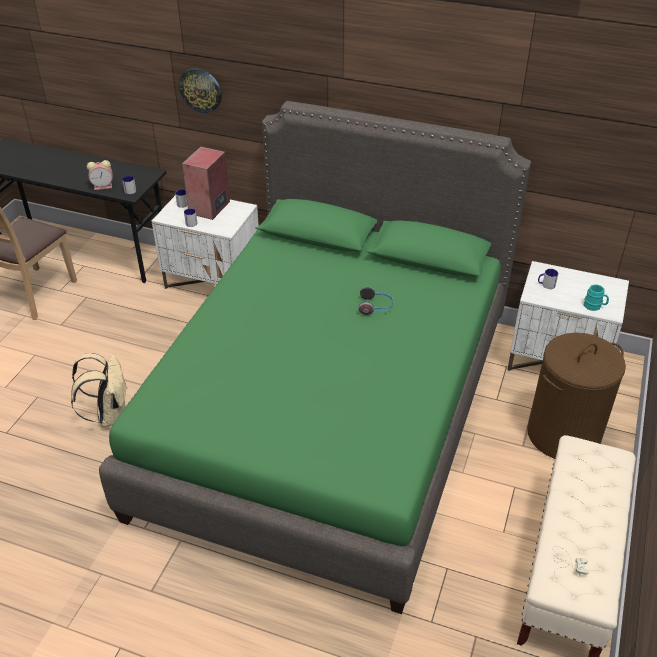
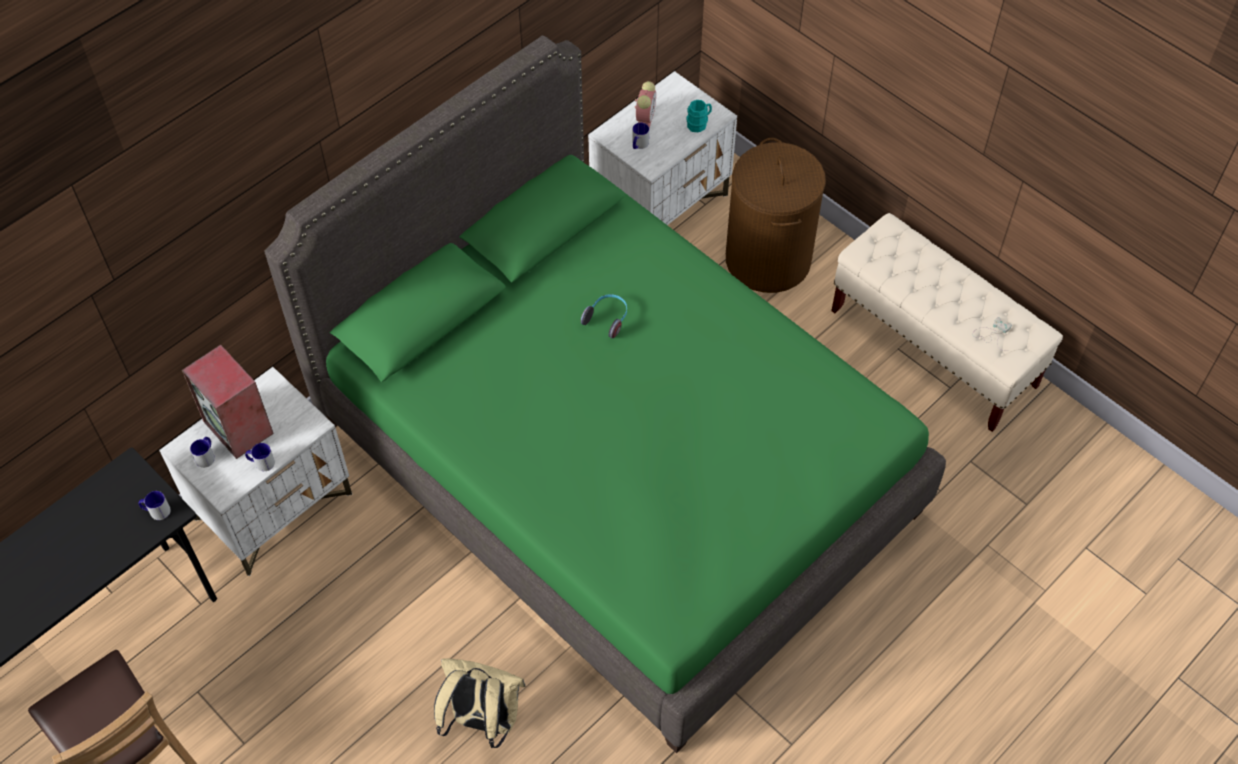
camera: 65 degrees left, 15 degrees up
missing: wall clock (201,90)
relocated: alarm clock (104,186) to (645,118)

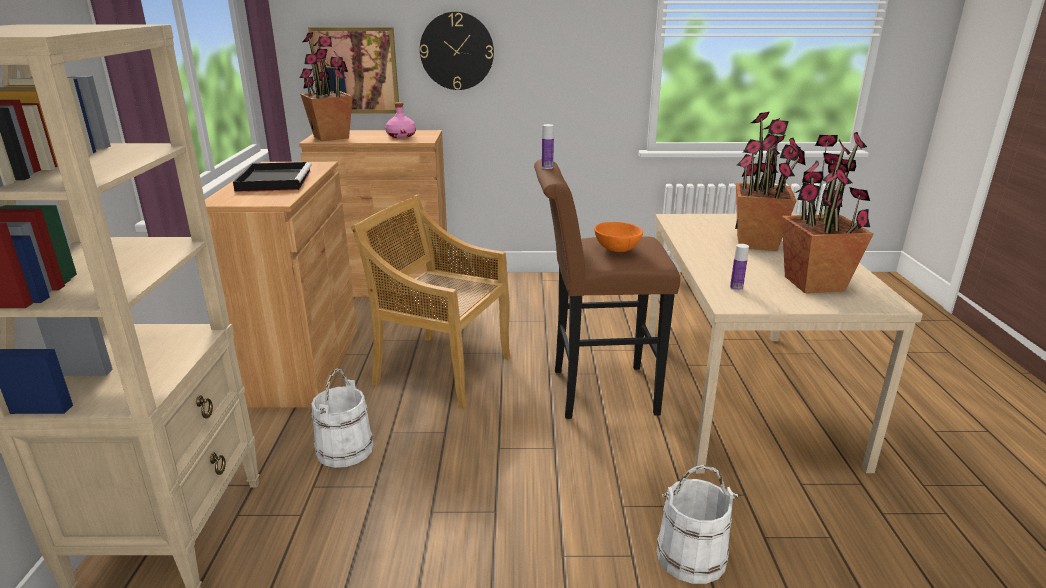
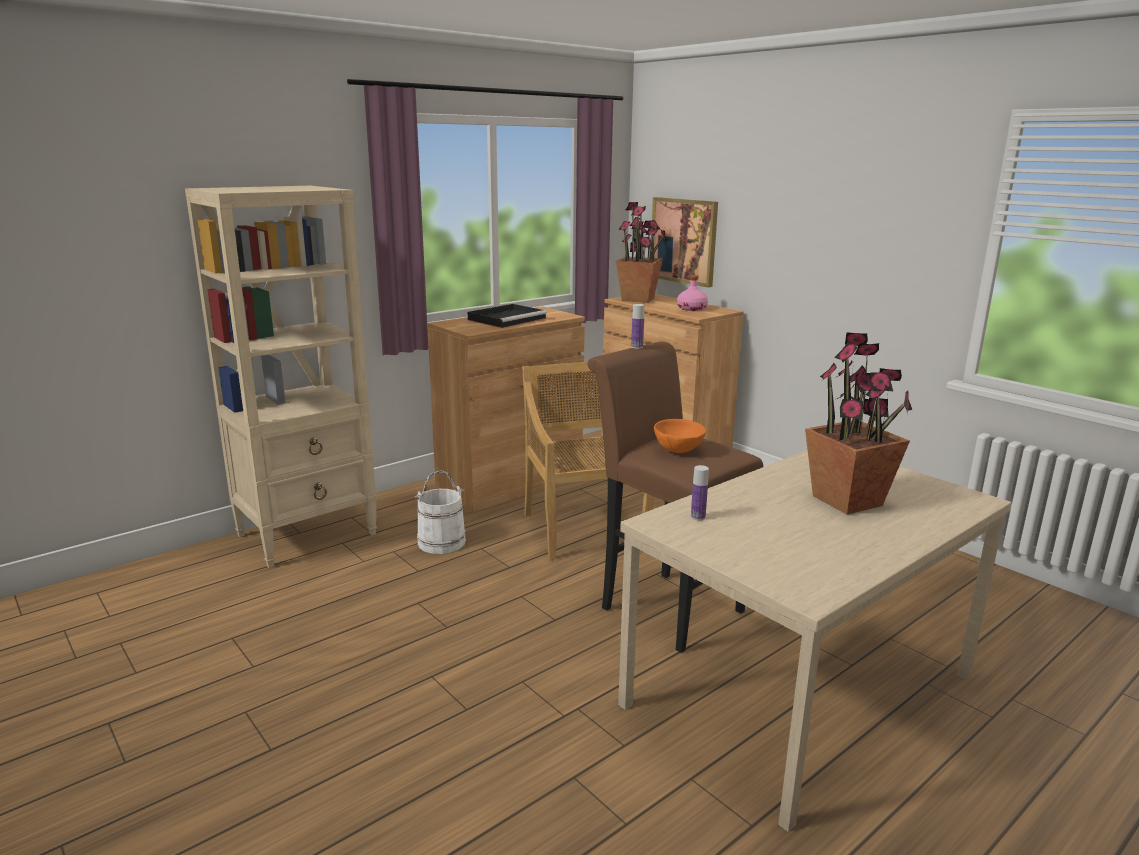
camera: 50 degrees right, 5 degrees down
missing: wall clock (457,51); white-coloured pail (691,556); houseplant (813,284)

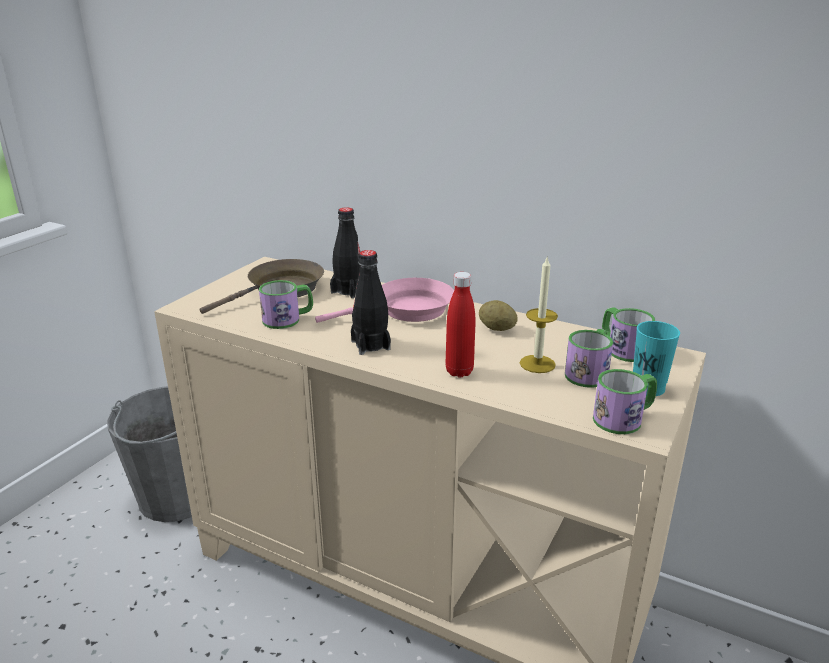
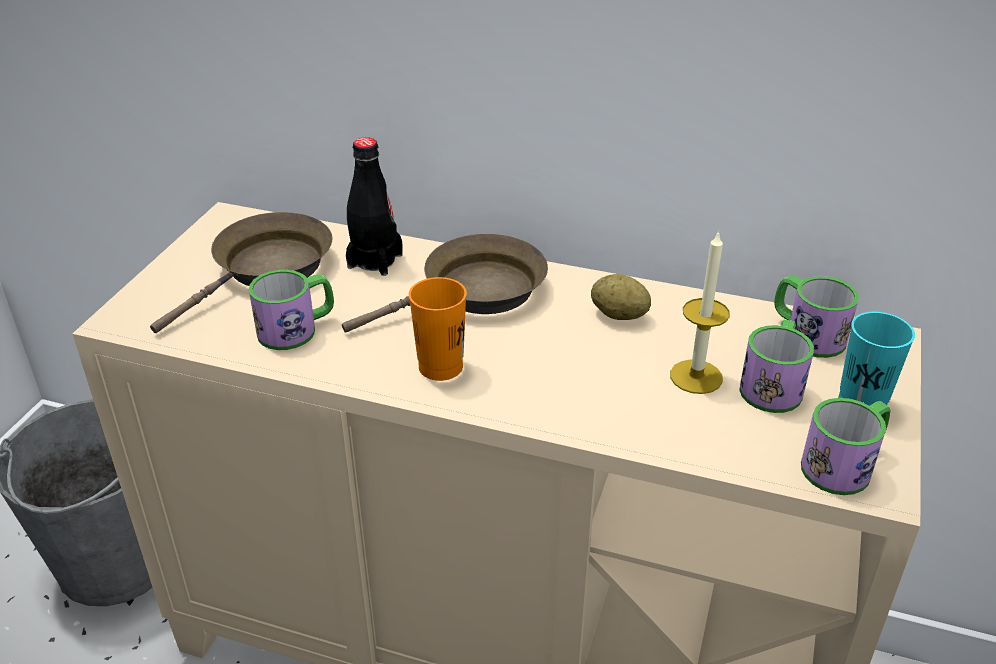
camera: 10 degrees left, 10 degrees up
missing: red drink bottle (459,371)
exchanged: black drink bottle (370,345) to orange small cup (440,367)
colour: pink-coloured skillet (407,310) to brown-coloured skillet (475,292)

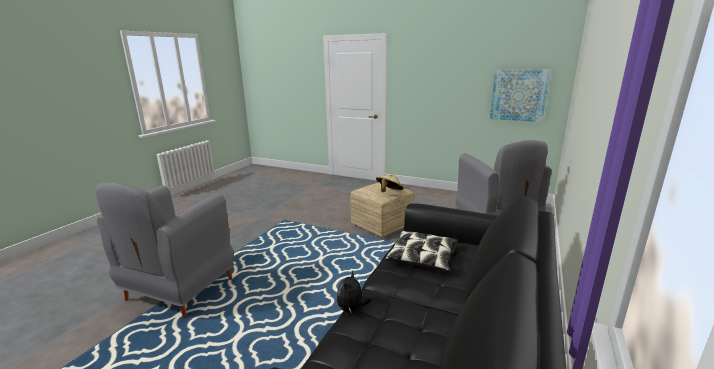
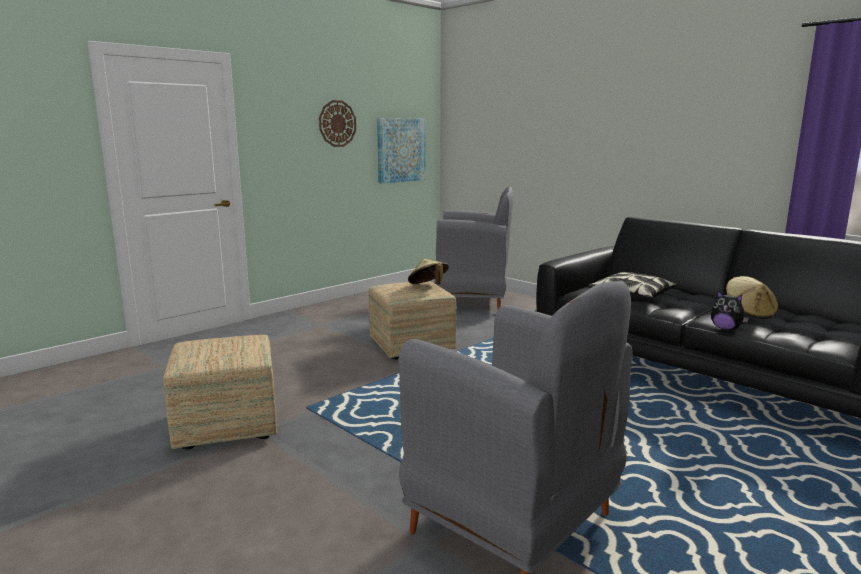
camera: 70 degrees left, 5 degrees down
appeared: footrest (225,426); wall clock (337,123); sand-coloured clothing hat (749,313)

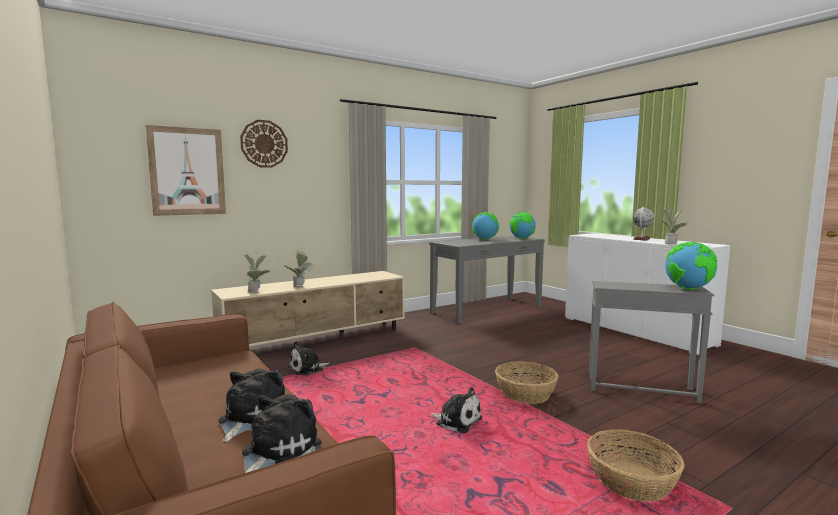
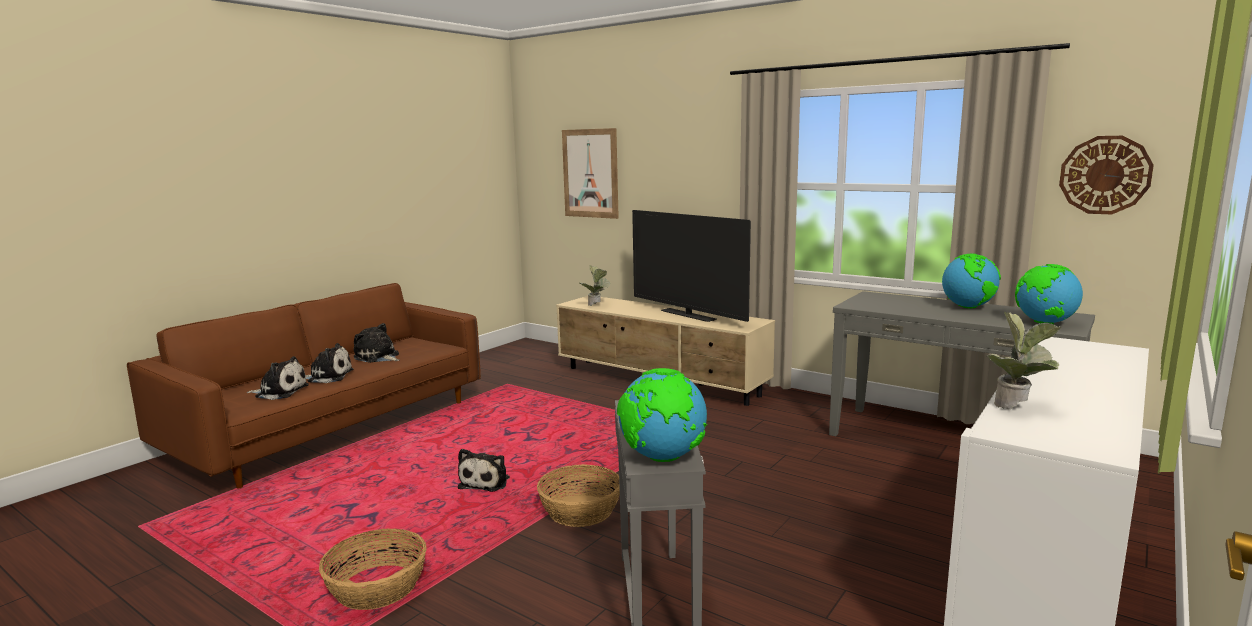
camera: 70 degrees right, 5 degrees up
missing: houseplant (300,286); world globe (641,239)
appeared: television (688,315)
relocated: cuddly toy (308,369) to (378,357); wall clock (264,144) to (1105,175)

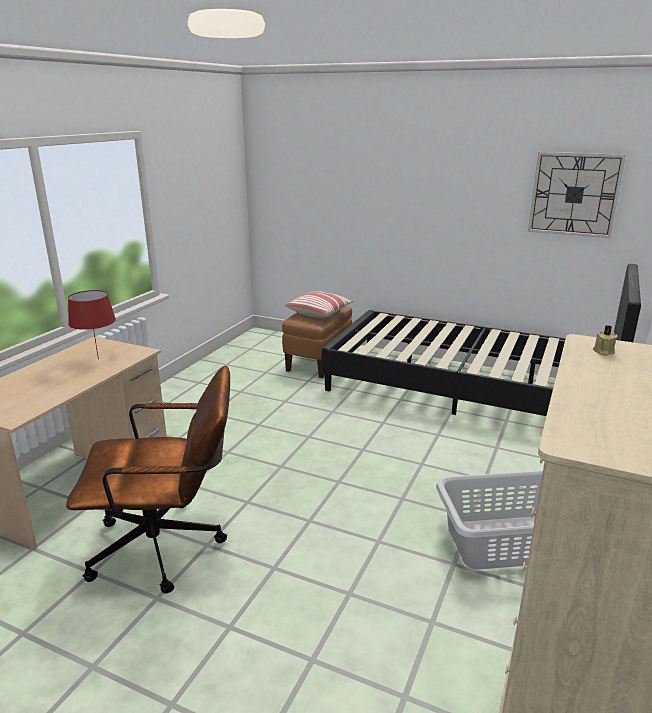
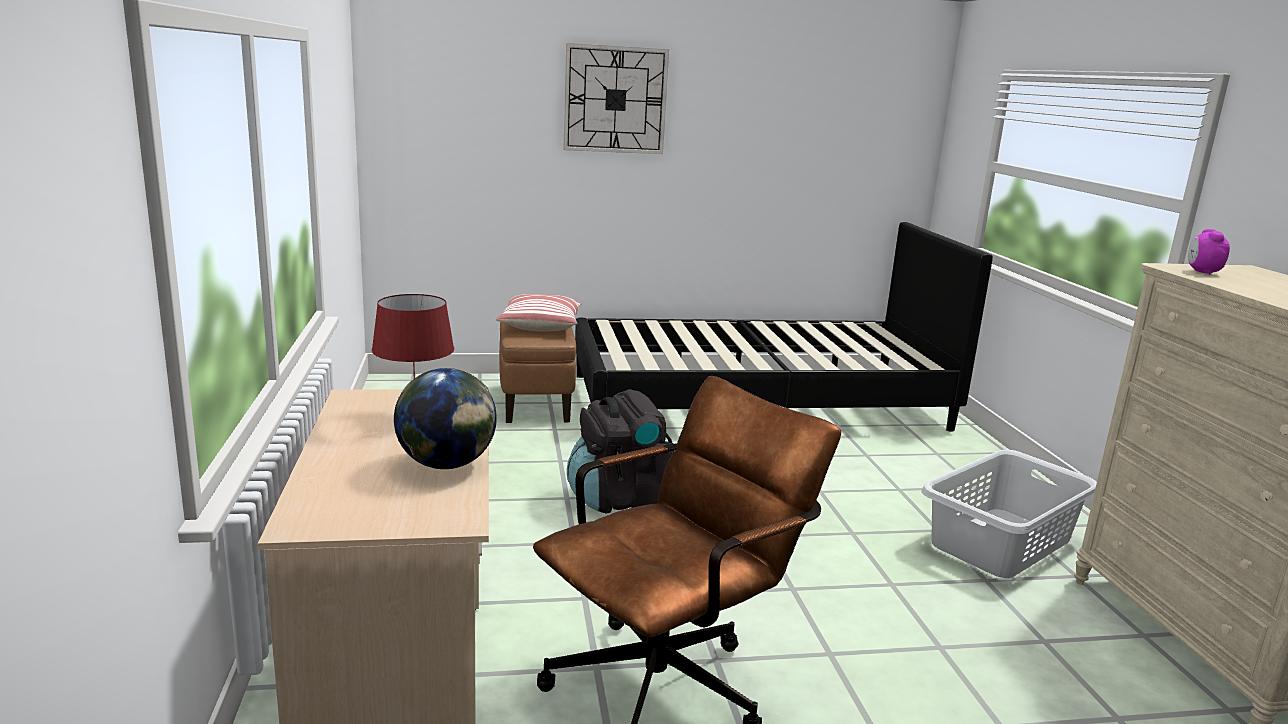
camera: 35 degrees left, 5 degrees down
appeared: world globe (446,465); black backpack (621,498)
relocated: wall clock (574,194) to (615,100)
exchanged: sand-coloured wax light (603,351) to alarm clock (1202,272)

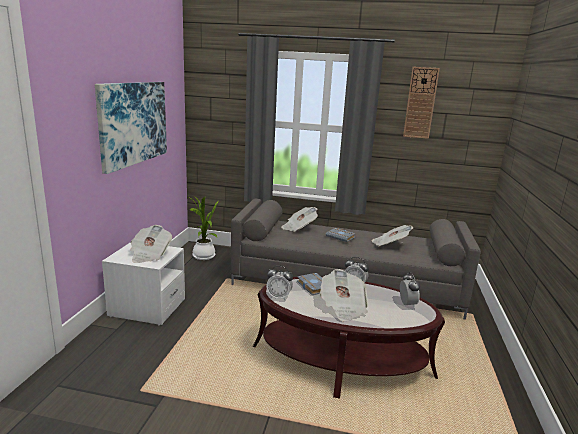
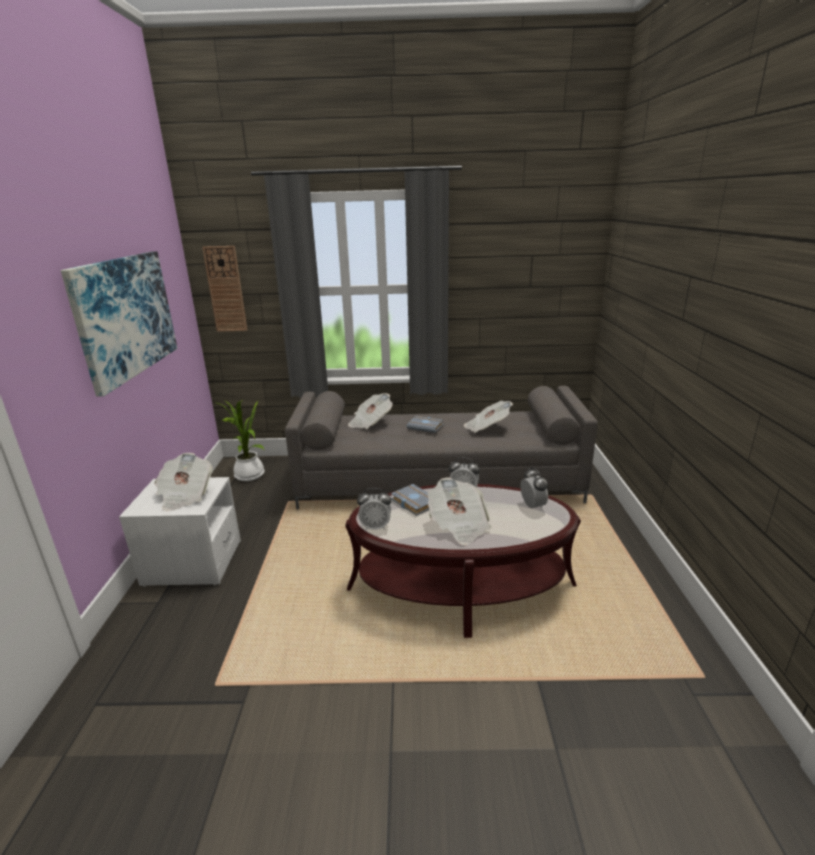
camera: 10 degrees left, 5 degrees up
relocated: wall clock (420,103) to (226,289)

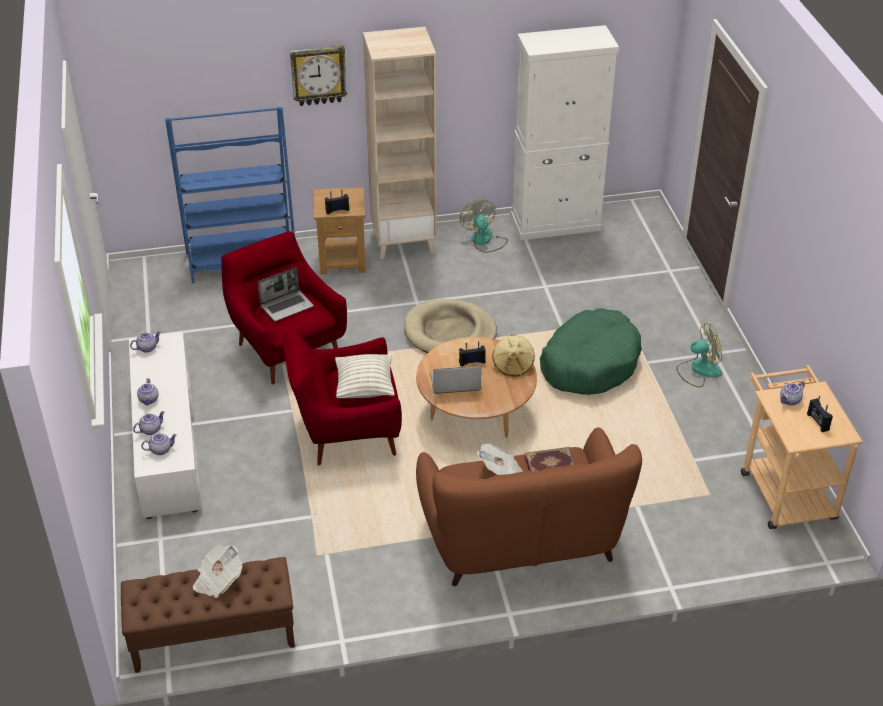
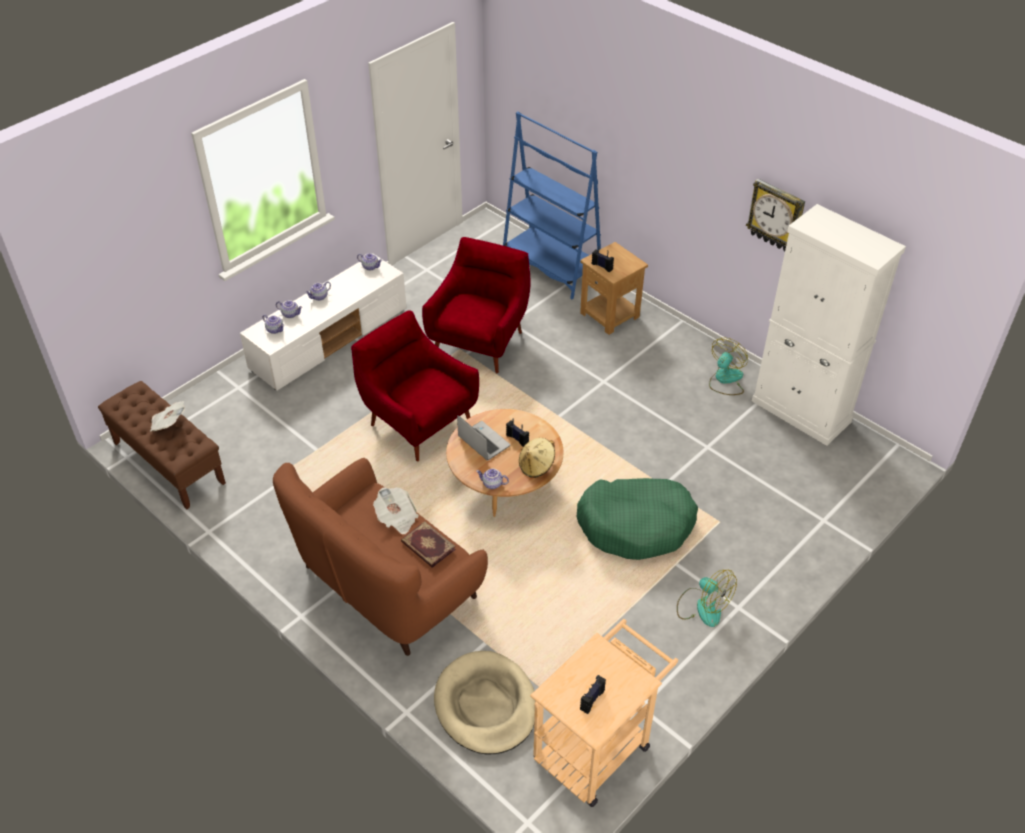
camera: 55 degrees right, 5 degrees up
missing: notebook computer (287,306); throw pillow (365,388); sand-coloured bookcase (404,242)
relocated: sand-coloured pet bed (450,332) to (485,705); teapot (790,401) to (492,484); wall clock (318,75) to (776,216)

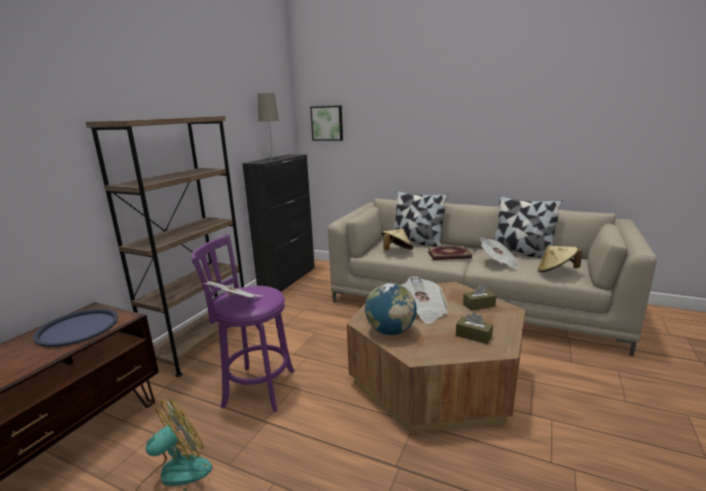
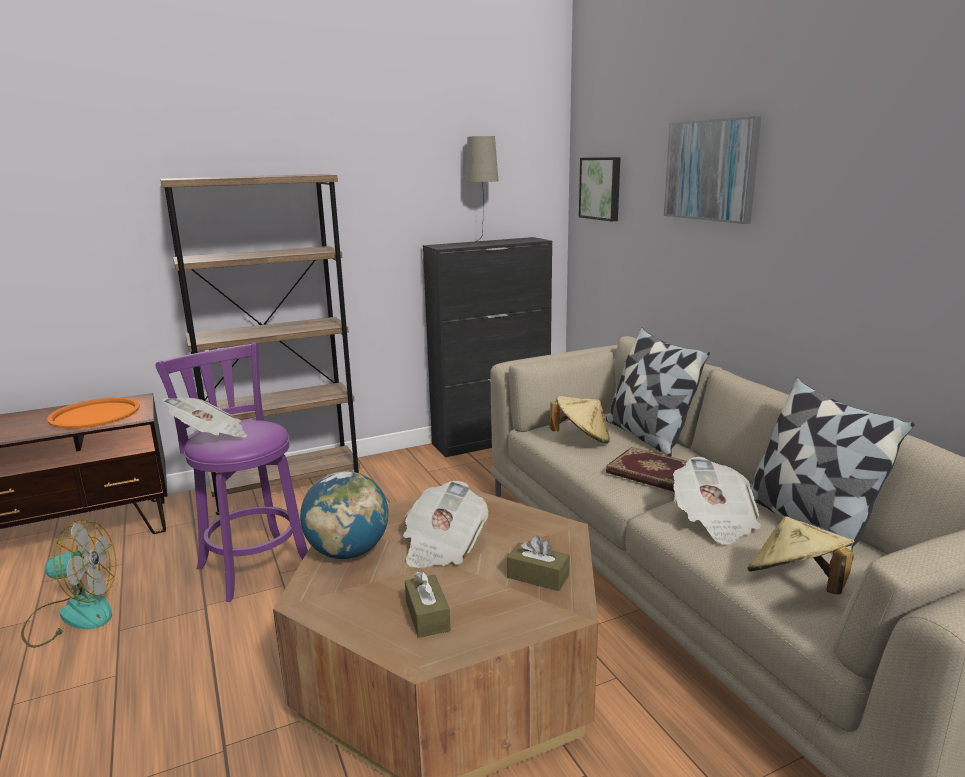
camera: 40 degrees right, 0 degrees up
appeared: wall art (711,170)
colour: bluish tray (78,328) to orange tray (95,414)

